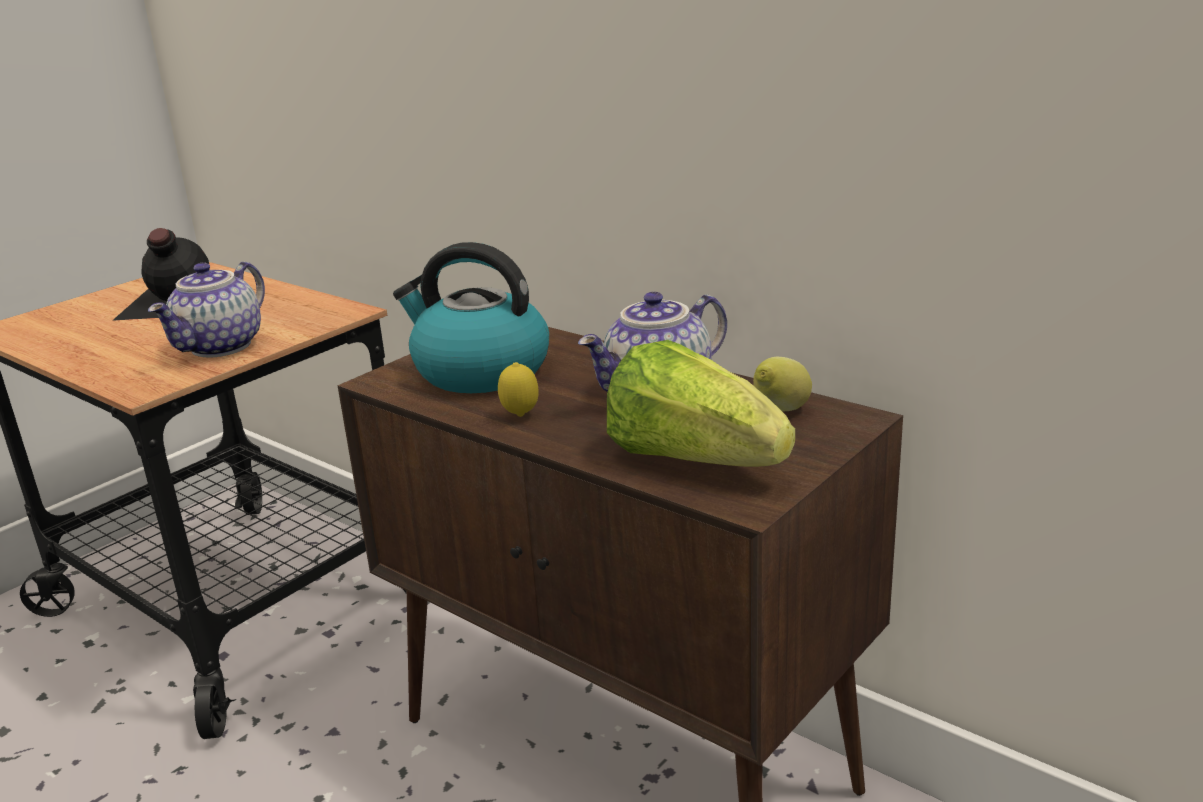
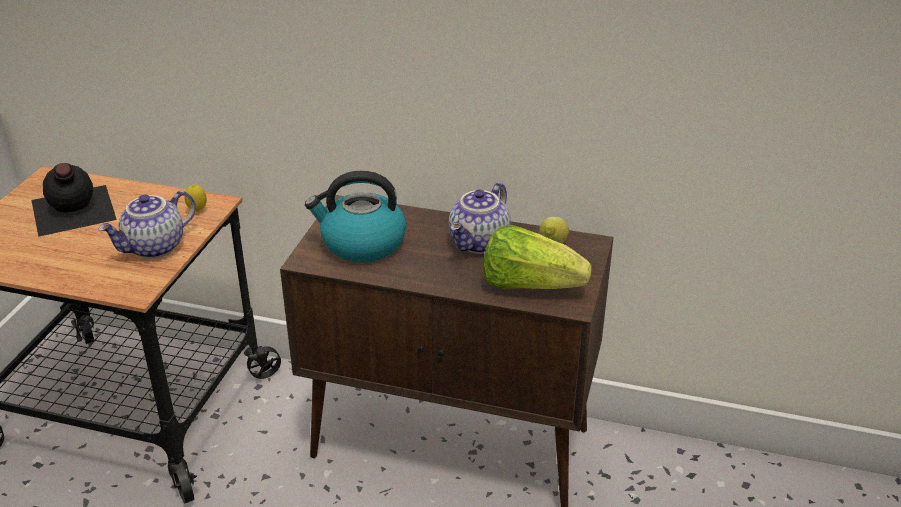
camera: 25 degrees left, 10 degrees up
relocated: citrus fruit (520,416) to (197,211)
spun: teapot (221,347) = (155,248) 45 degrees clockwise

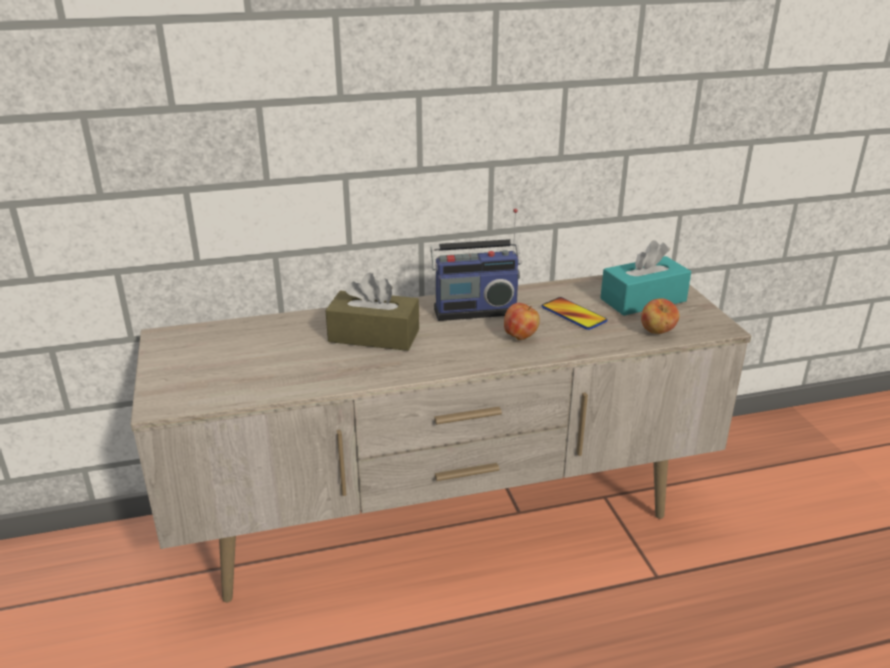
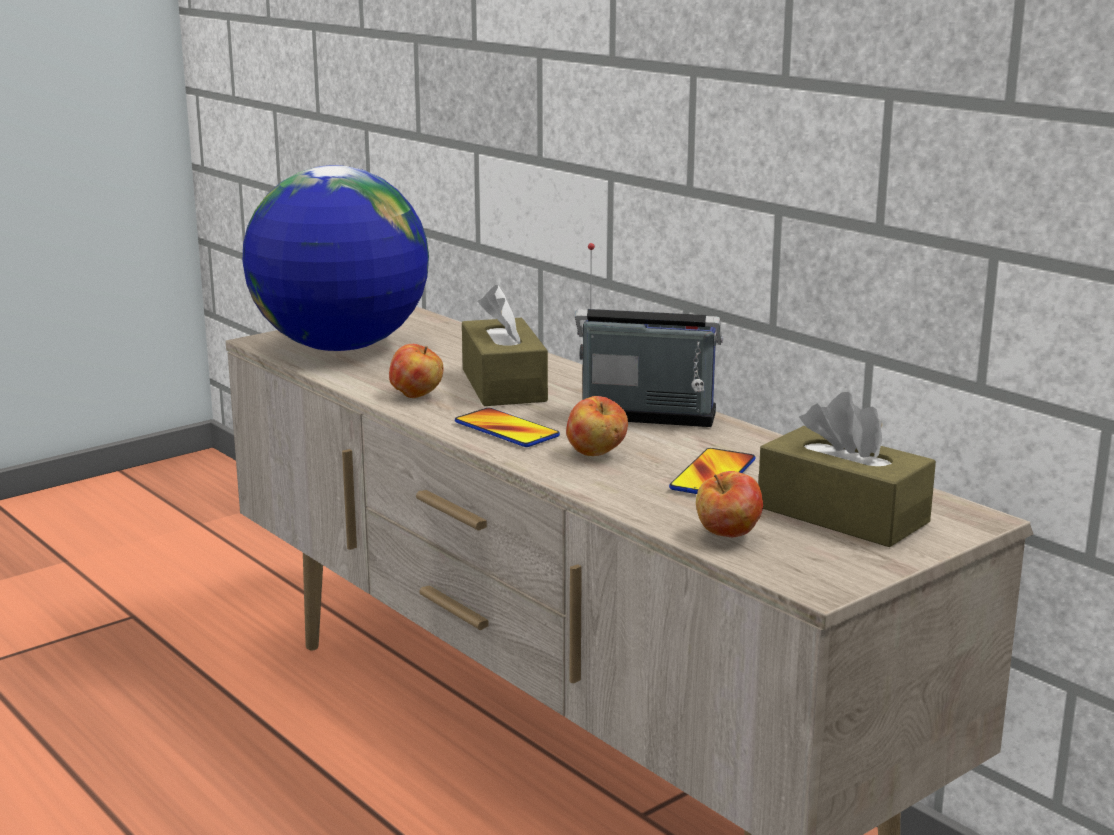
camera: 65 degrees right, 10 degrees down
appeared: world globe (339,347); apple (417,395); handset (506,430)
colour: turquoise-coloured tissue holder (643,300) to brown-coloured tissue holder (842,515)
spun: radio receiver (475,309) = (646,419) 135 degrees clockwise

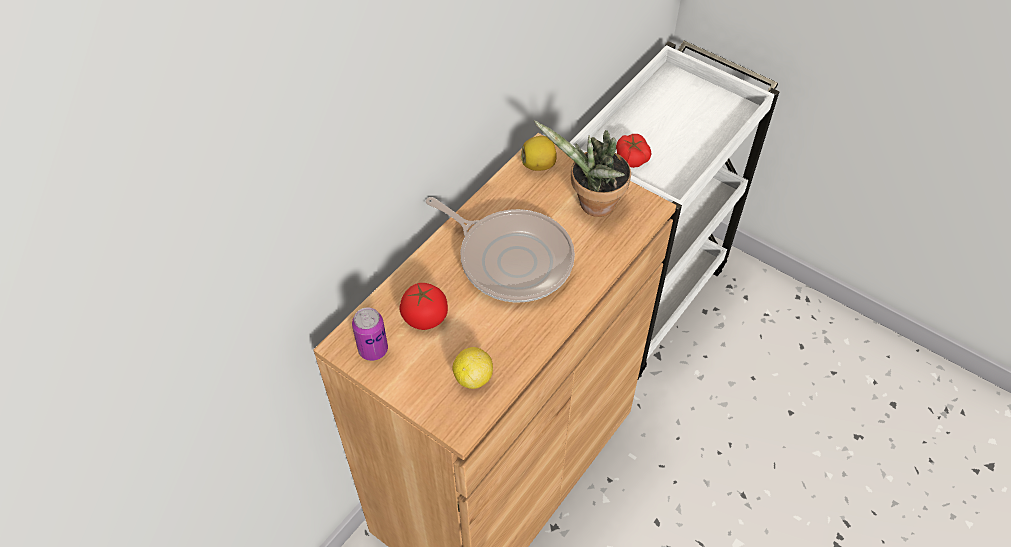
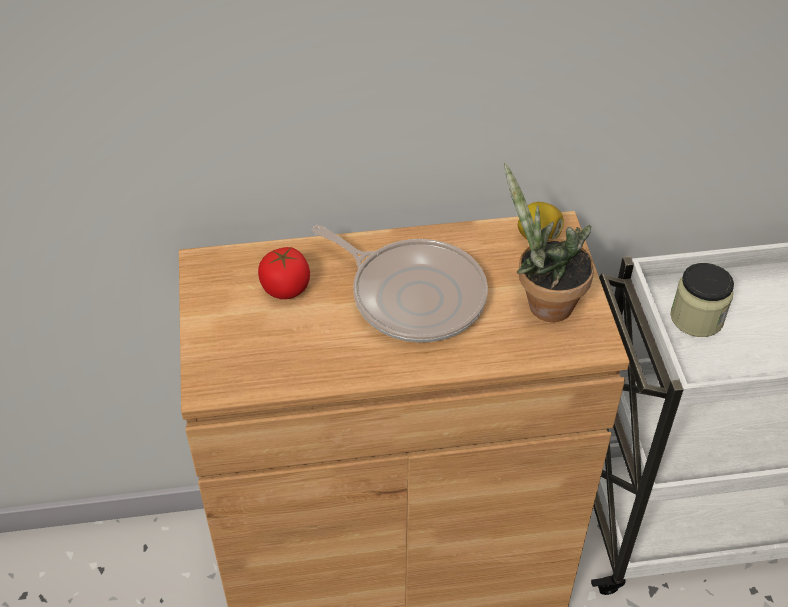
camera: 45 degrees right, 5 degrees down
missing: metal can (373,349); citrus fruit (473,377)
exchanged: tomato (631,157) to preserve jar (696,318)
spun: skillet (511,258) = (413,295) 45 degrees counterclockwise

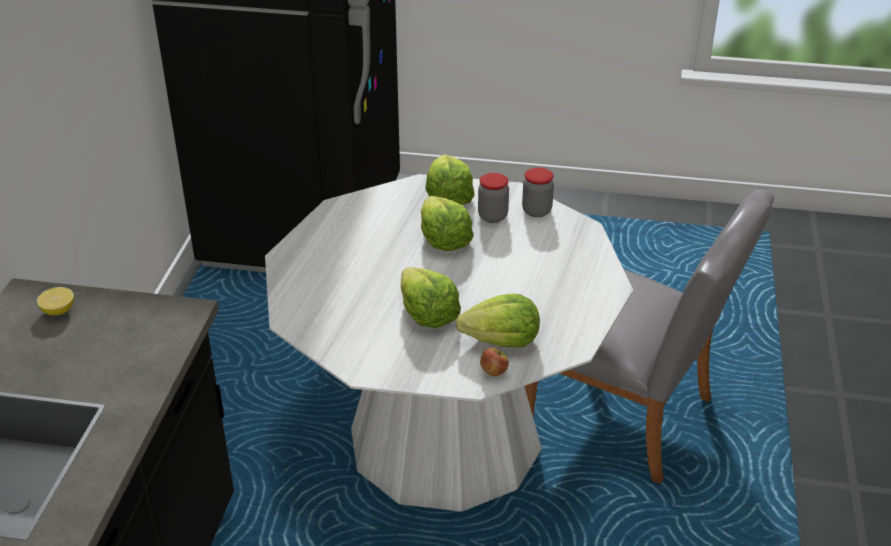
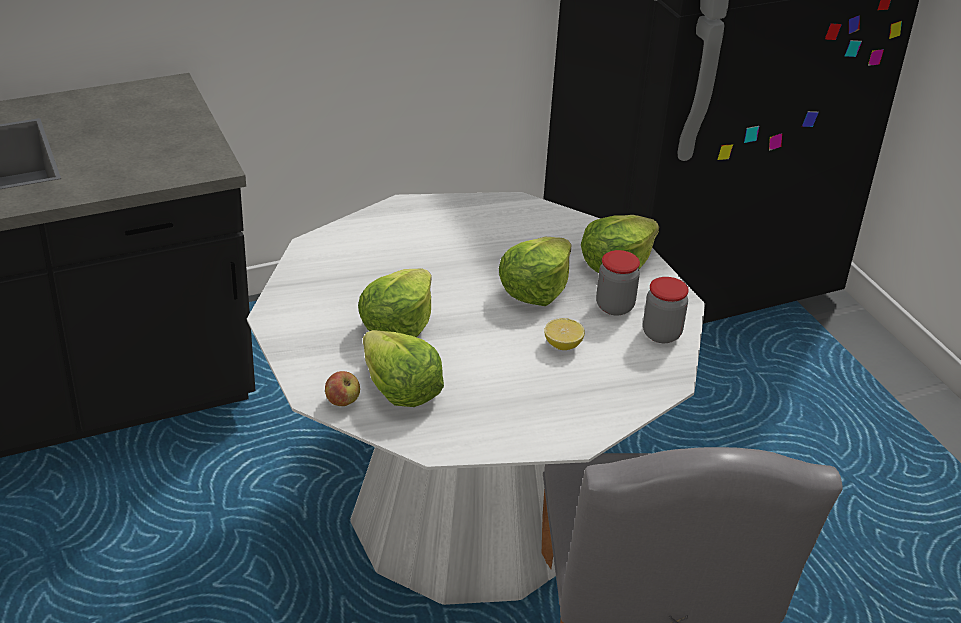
camera: 55 degrees right, 0 degrees up
relocated: citrus fruit (58,311) to (563,345)

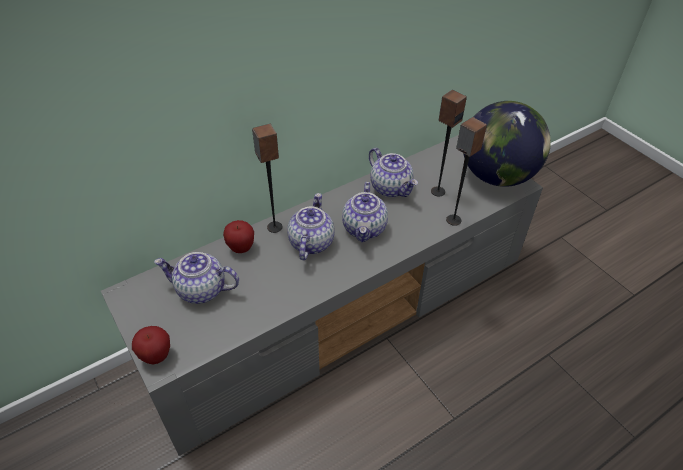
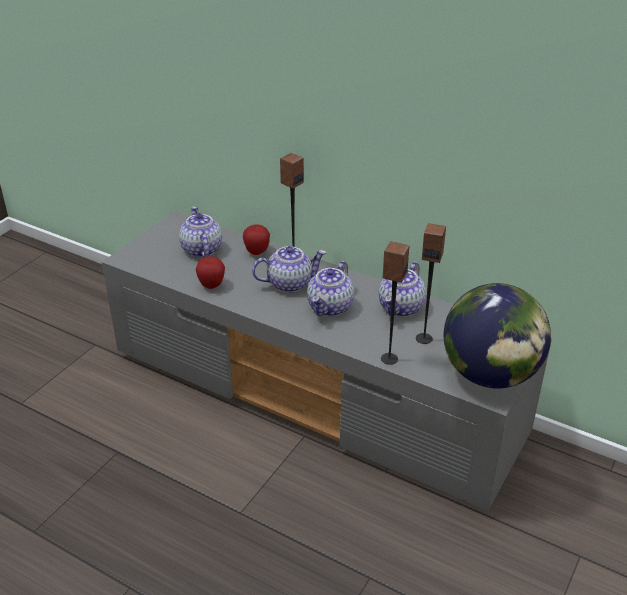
camera: 65 degrees right, 10 degrees down
relocated: apple (156,356) to (211,285)
spun: teapot (365,229) = (330,307) 45 degrees counterclockwise

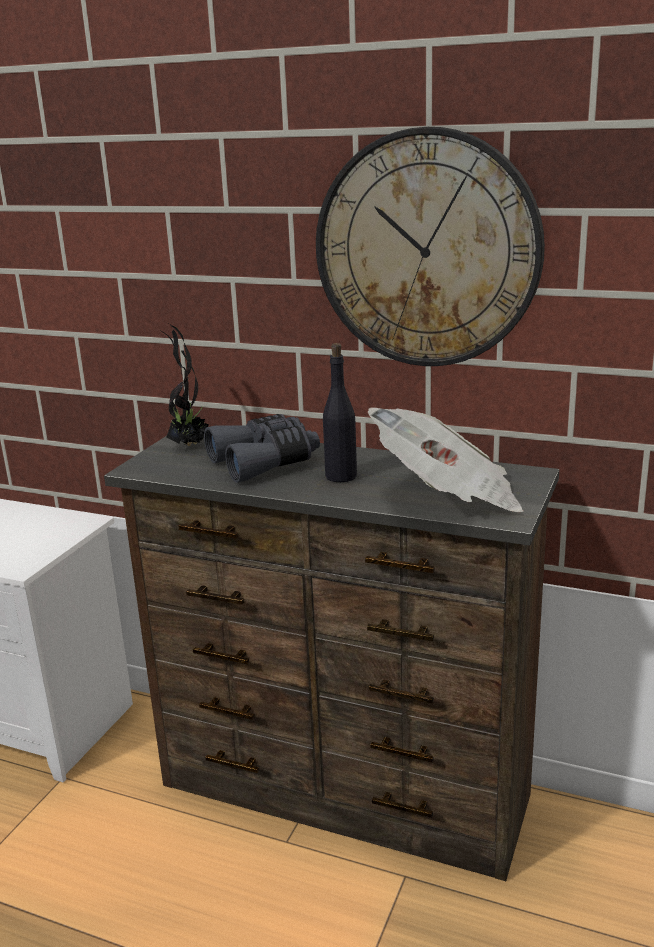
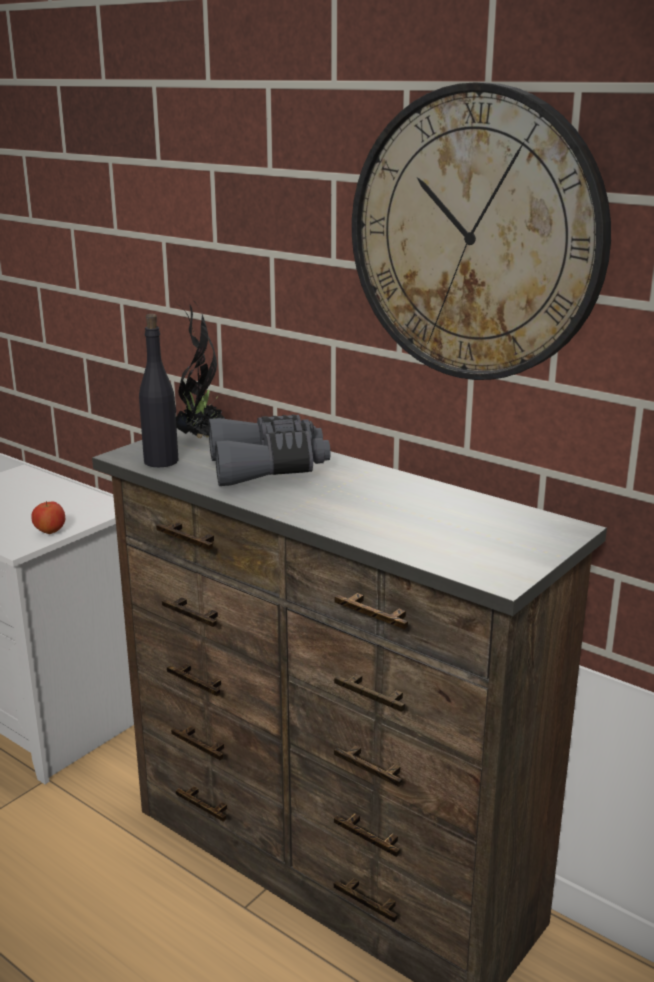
camera: 15 degrees right, 0 degrees up
missing: daily paper (447,496)
appeared: apple (50,532)
relocated: black drink bottle (341,476) to (161,461)

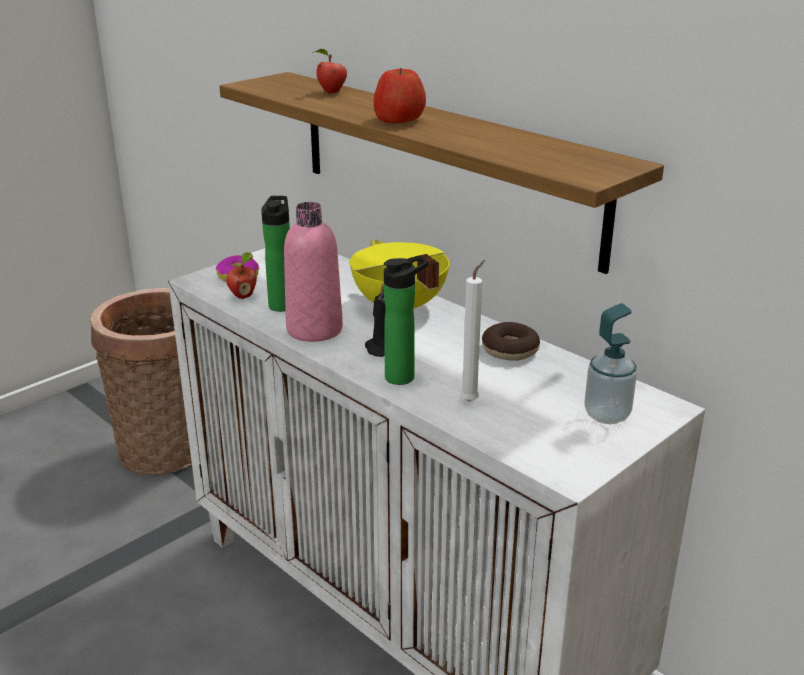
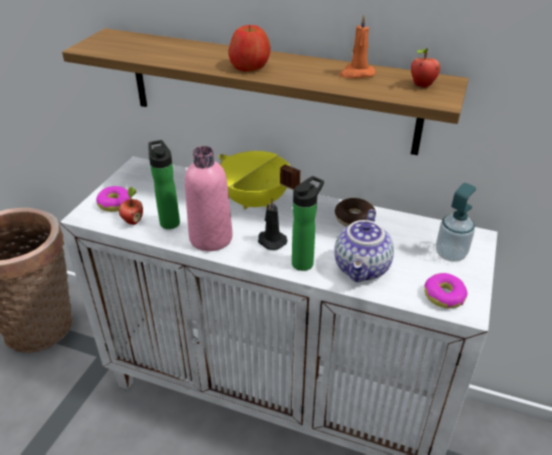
camera: 25 degrees left, 10 degrees up
appeared: orange wax light (356,74); ring doughnut (444,296)
relocated: apple (331,92) to (422,86)
exchanged: white-coloured wax light (471,400) to teapot (363,268)

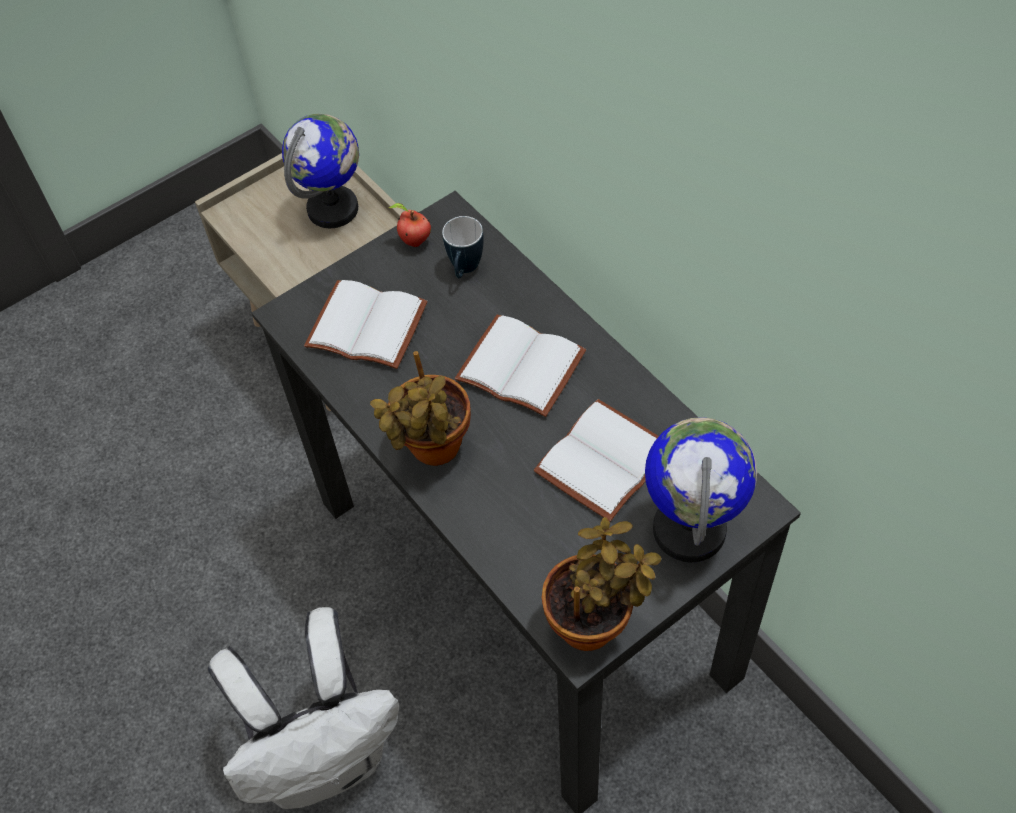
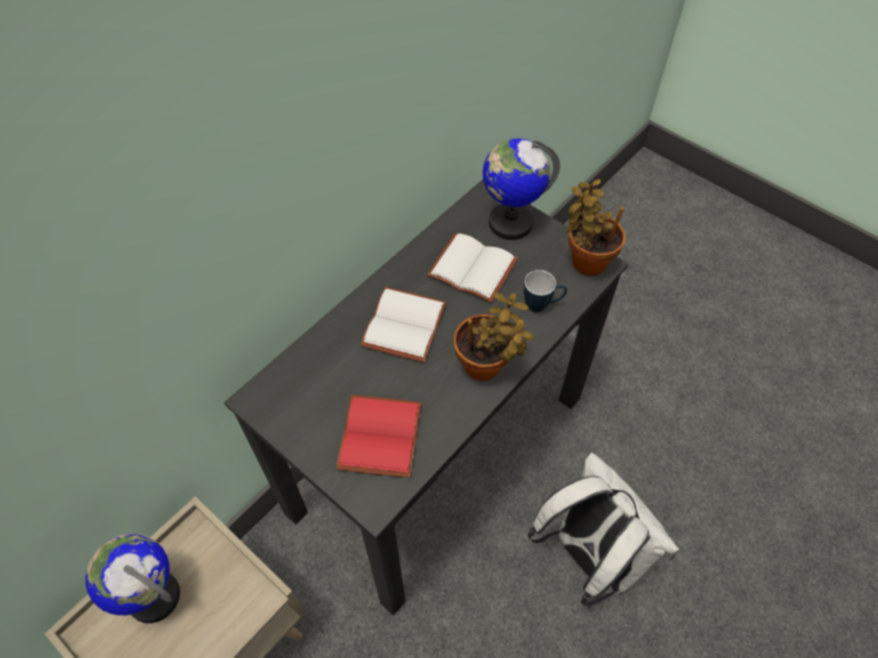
camera: 105 degrees left, 0 degrees up
missing: apple (413,241)
relocated: coffee mug (464,271) to (542,305)
colour: white-coloured book (370,324) to red book (377,435)

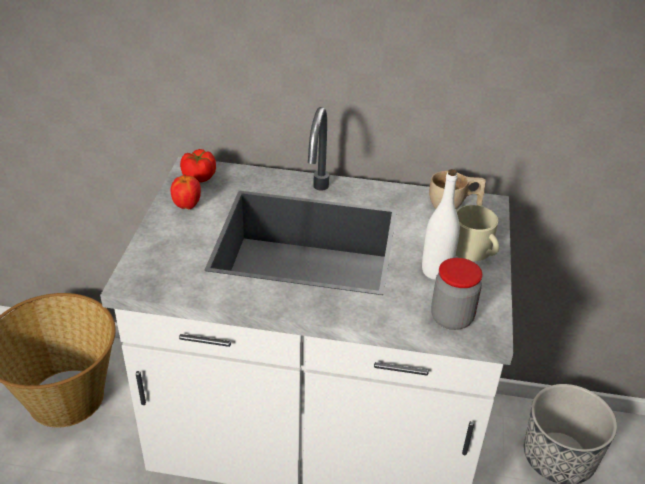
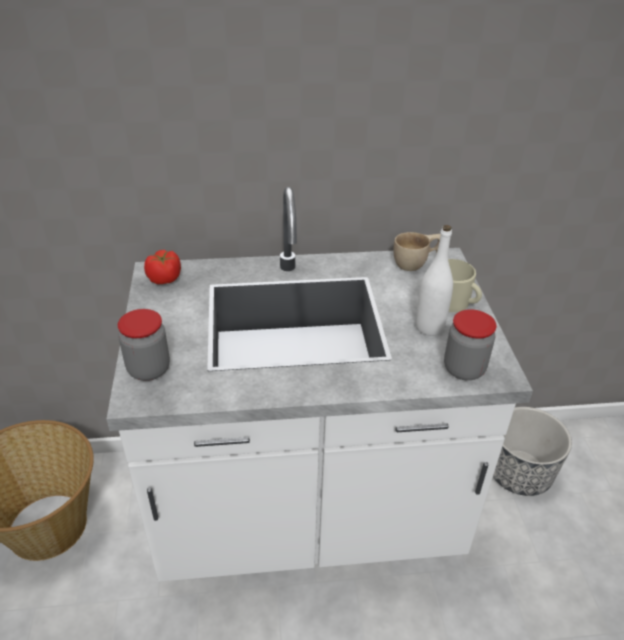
camera: 15 degrees left, 0 degrees up
missing: apple (187,206)
appeared: preserve jar (149,369)

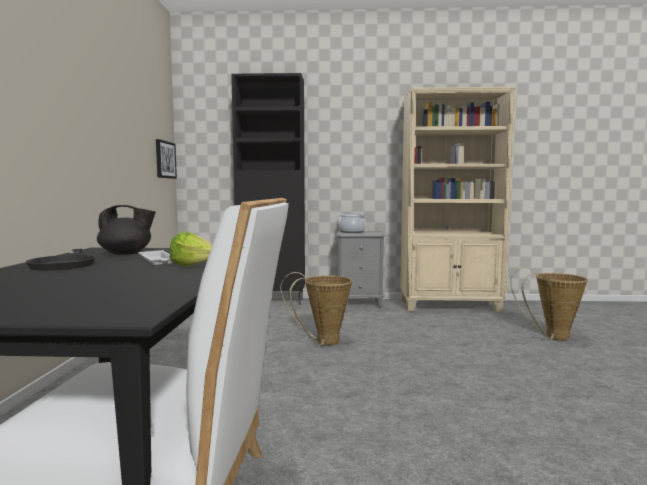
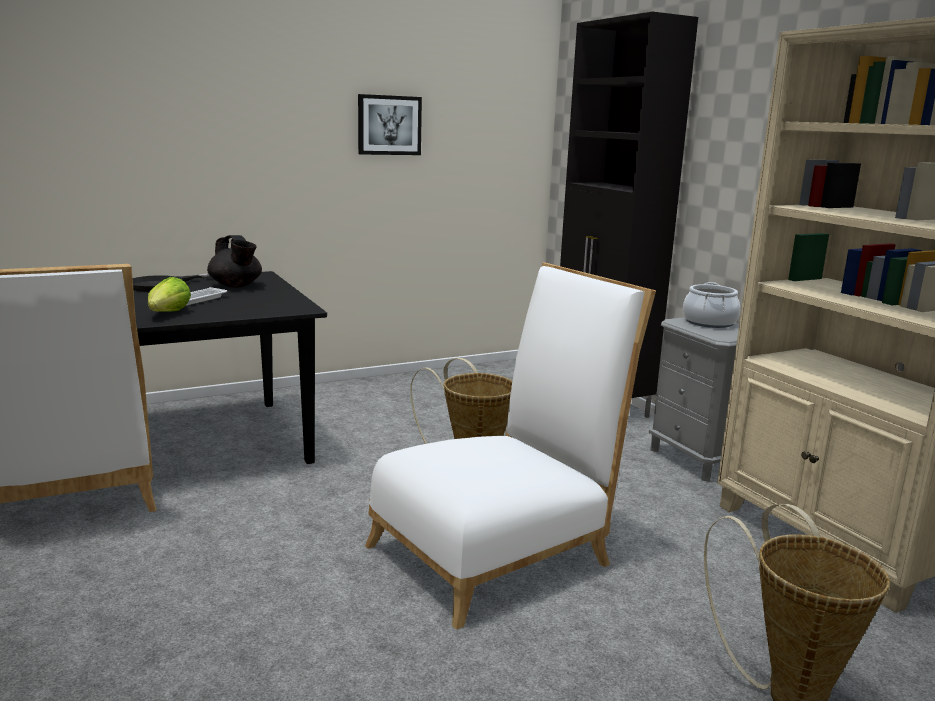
camera: 60 degrees right, 10 degrees up
appeared: white-coloured upright chair (499,550)
relocated: wall art (165,159) to (389,125)

